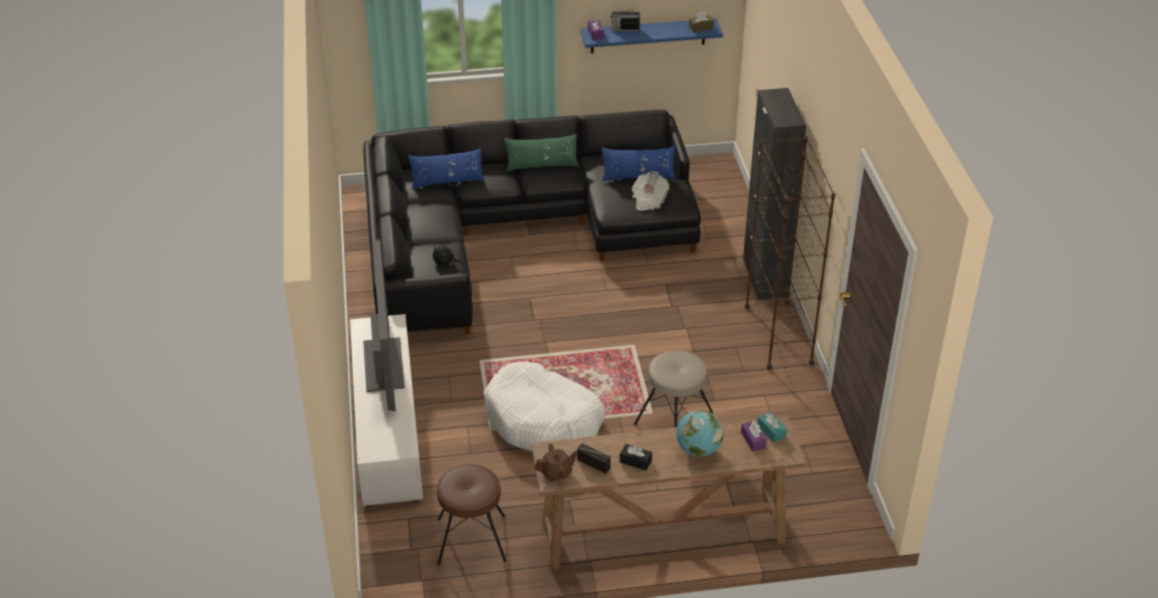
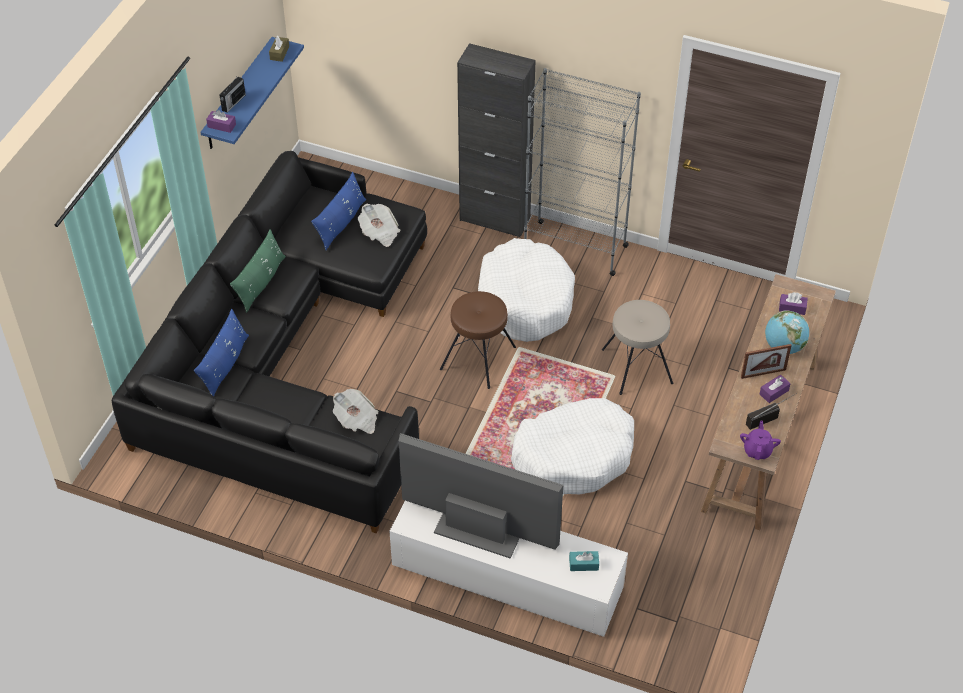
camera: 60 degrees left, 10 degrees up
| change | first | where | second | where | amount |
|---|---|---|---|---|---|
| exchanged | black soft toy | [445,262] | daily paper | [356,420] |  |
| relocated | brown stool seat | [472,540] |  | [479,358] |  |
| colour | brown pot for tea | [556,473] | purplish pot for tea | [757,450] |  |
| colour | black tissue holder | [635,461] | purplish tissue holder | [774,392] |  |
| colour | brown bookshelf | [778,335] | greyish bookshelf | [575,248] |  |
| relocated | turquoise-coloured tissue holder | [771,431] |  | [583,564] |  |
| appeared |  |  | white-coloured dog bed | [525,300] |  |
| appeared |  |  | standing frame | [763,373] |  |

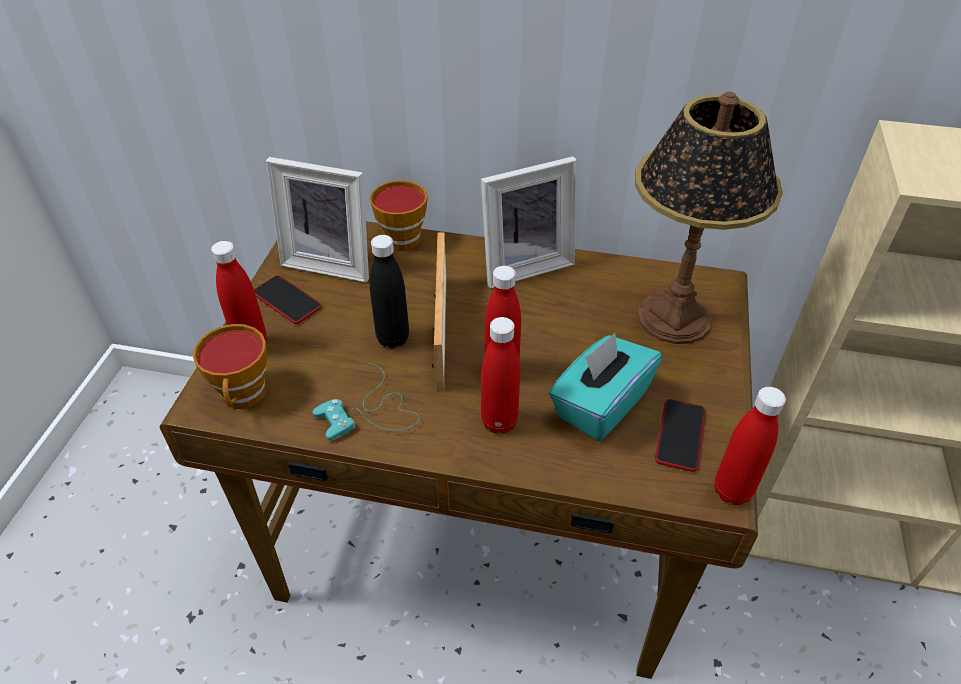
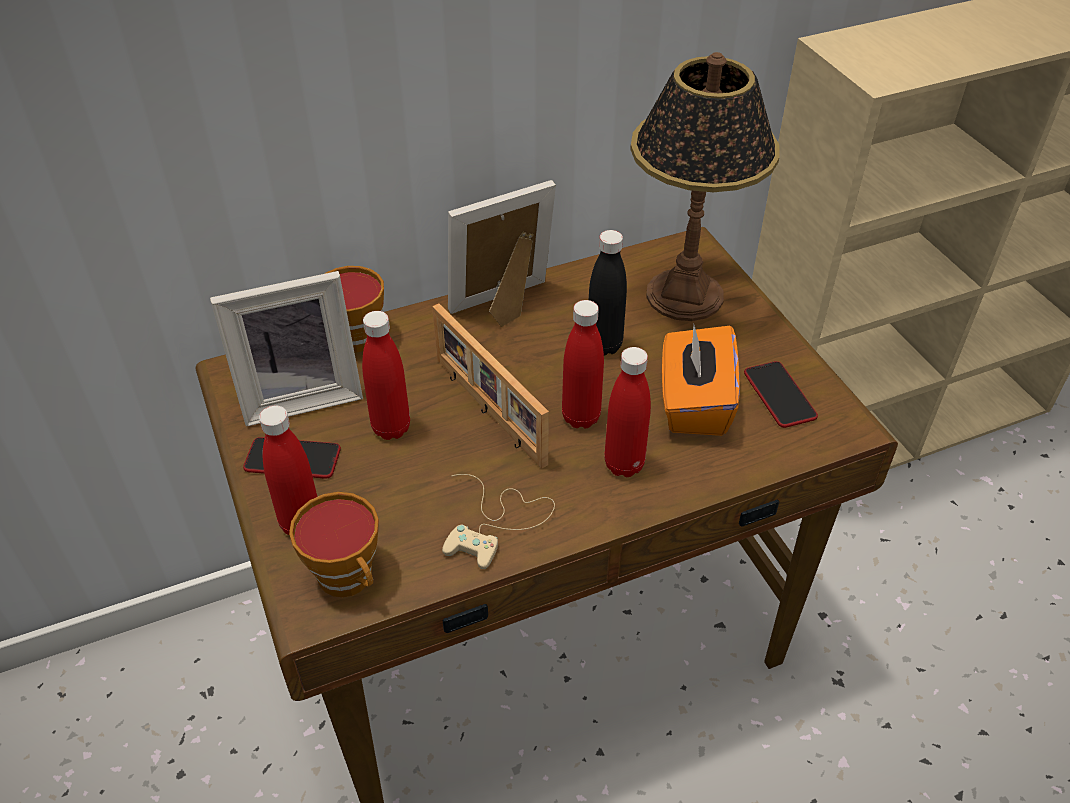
camera: 35 degrees left, 0 degrees up
| change | first | where | second | where | amount |
|---|---|---|---|---|---|
| colour | turquoise-coloured gamepad | [370,413] | beige gamepad | [497,522] |  |
| relocated | black beverage bottle | [393,338] |  | [604,345] |  |
| spun | standing frame | [524,264] |  | [506,307] | 150 degrees counterclockwise |
| colour | turquoise-coloured tissue holder | [600,405] | orangey tissue holder | [694,403] |  |
| relocated | red-coloured beverage bottle | [732,491] |  | [391,428] |  |

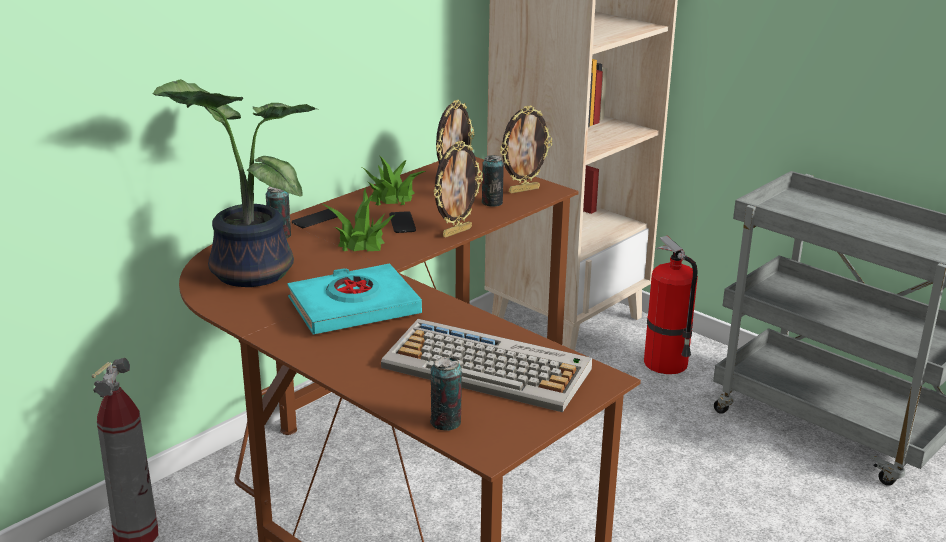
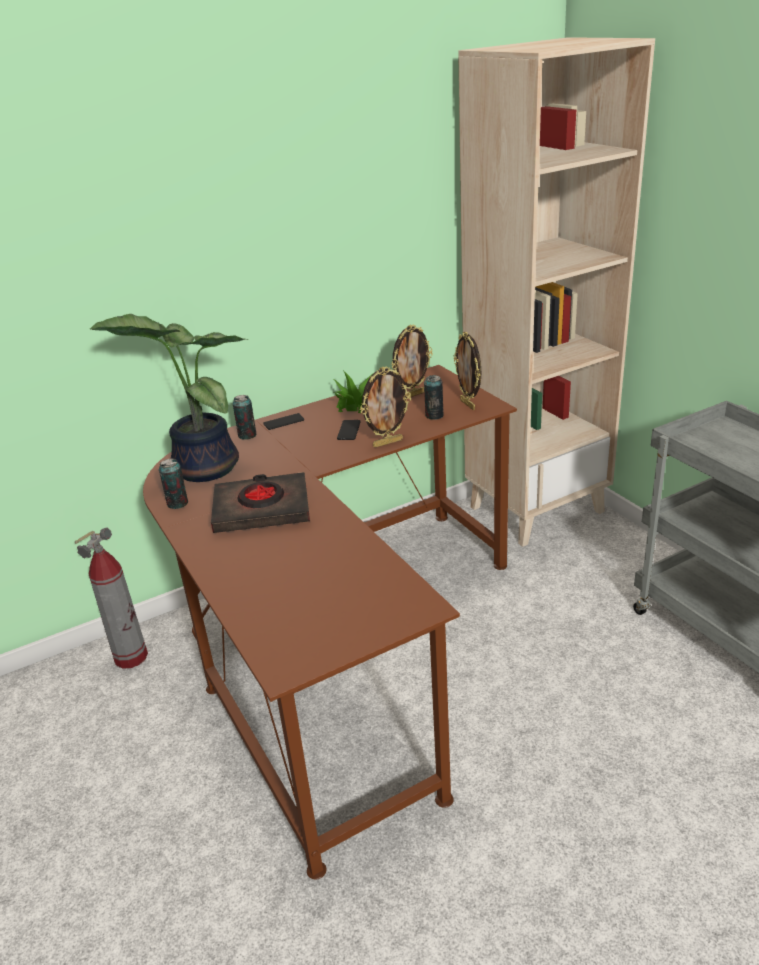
camera: 20 degrees right, 5 degrees up
| change | first | where | second | where | amount |
|---|---|---|---|---|---|
| colour | turquoise-coloured book | [354,307] | black book | [262,509] |  |
| missing | houseplant | [362,240] |  |  |  |
| missing | PC keyboard | [489,368] |  |  |  |
| relocated | sealed can | [446,422] |  | [177,503] |  |
| spun | standing frame | [523,190] |  | [468,404] | 75 degrees clockwise |
| missing | fire-fighting cylinder | [667,364] |  |  |  |

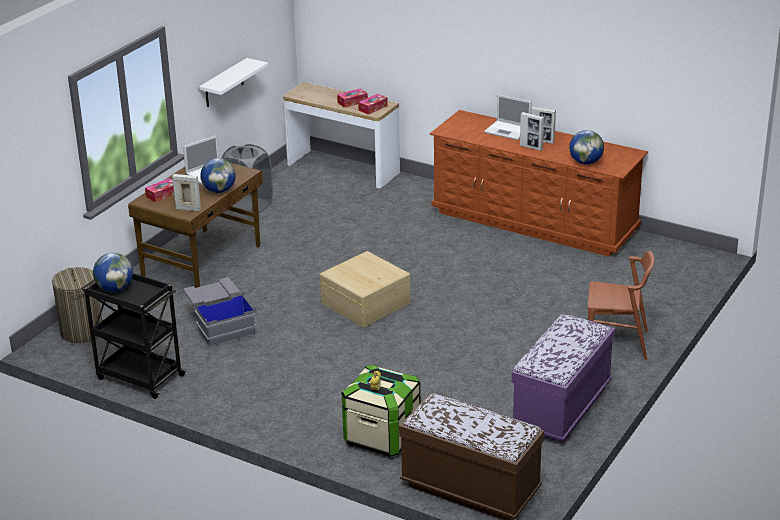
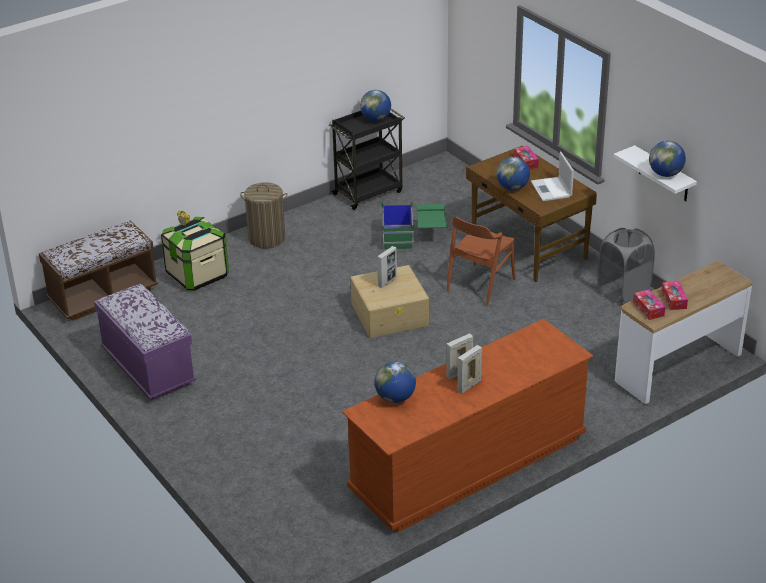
camera: 115 degrees right, 5 degrees up
| change | first | where | second | where | amount |
|---|---|---|---|---|---|
| relocated | hamper | [81,331] |  | [267,238] |  |
| relocated | standing frame | [188,209] |  | [387,282] |  |
| colour | greyish storage box | [220,324] | greenish storage box | [414,238] |  |
| missing | notebook computer | [508,130] |  |  |  |
| relocated | brown plain chair | [616,343] |  | [480,285] |  |
| appeared |  |  | world globe | [665,174] |  |

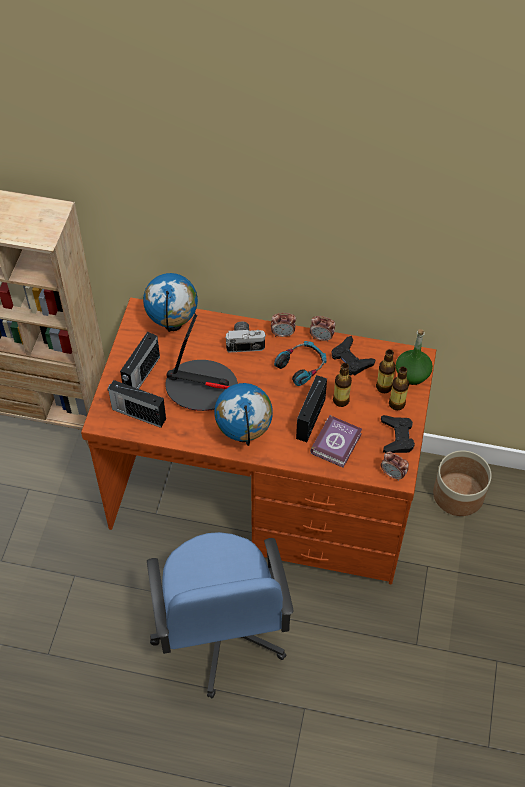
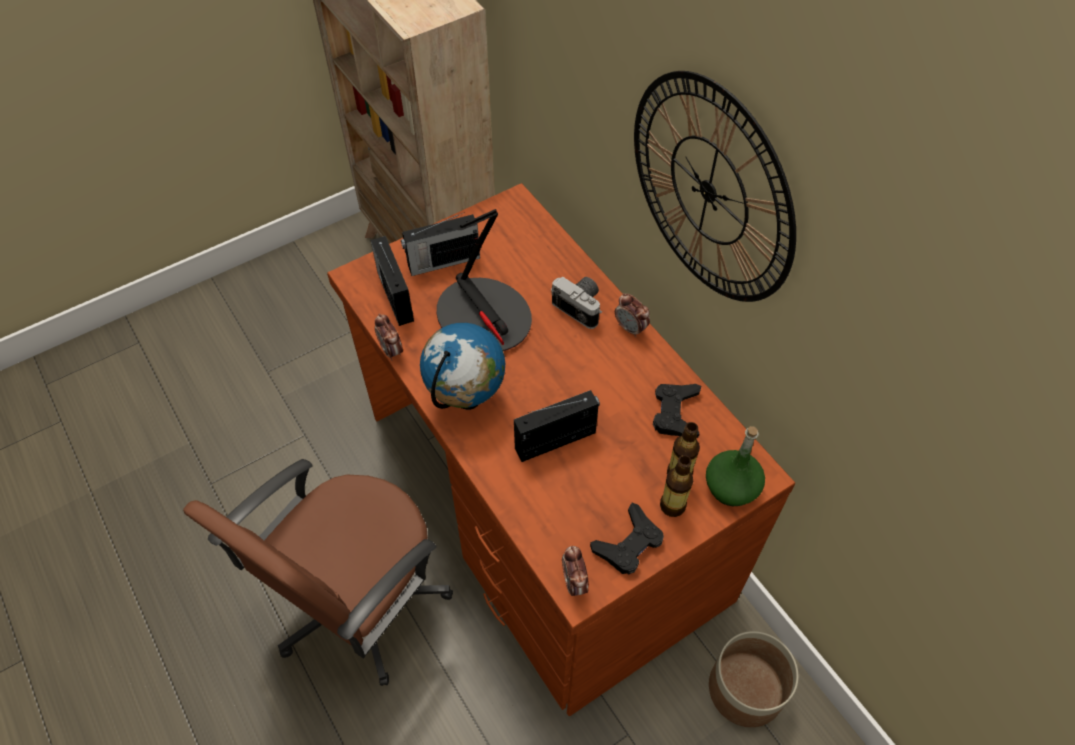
camera: 45 degrees right, 0 degrees up
| change | first | where | second | where | amount |
|---|---|---|---|---|---|
| missing | world globe | [173,325] |  |  |  |
| colour | blue-coloured computer chair | [220,633] | brown computer chair | [358,602] |  |
| missing | headset | [301,366] |  |  |  |
| relocated | alarm clock | [321,338] |  | [391,350] |  |
| missing | book | [337,443] |  |  |  |
| missing | beverage bottle | [341,400] |  |  |  |
| appeared |  |  | hanging clock | [709,190] |  |

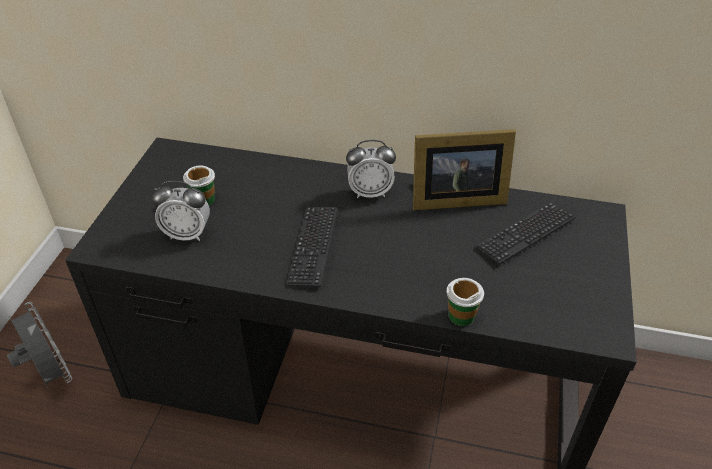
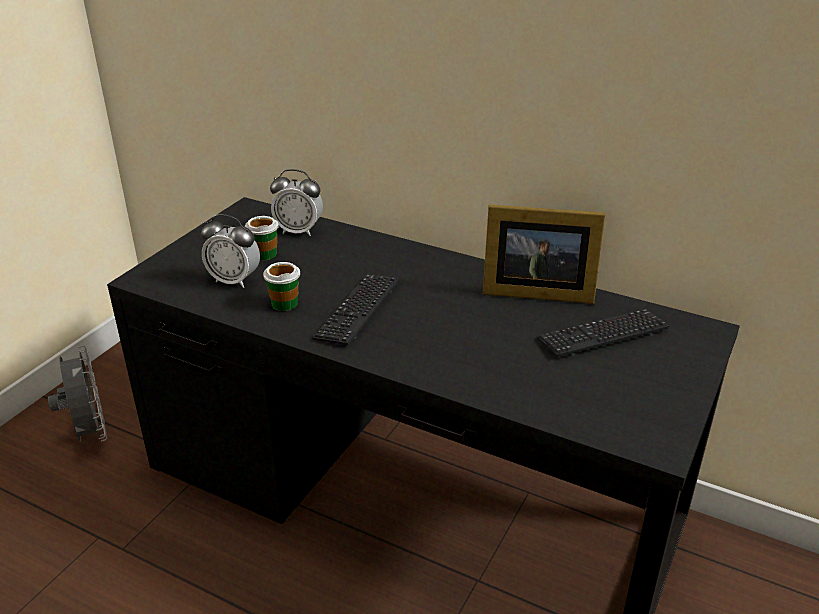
camera: 15 degrees right, 10 degrees down
| change | first | where | second | where | amount |
|---|---|---|---|---|---|
| relocated | alarm clock | [370,192] |  | [299,231] |  |
| relocated | cup | [461,315] |  | [284,303] |  |

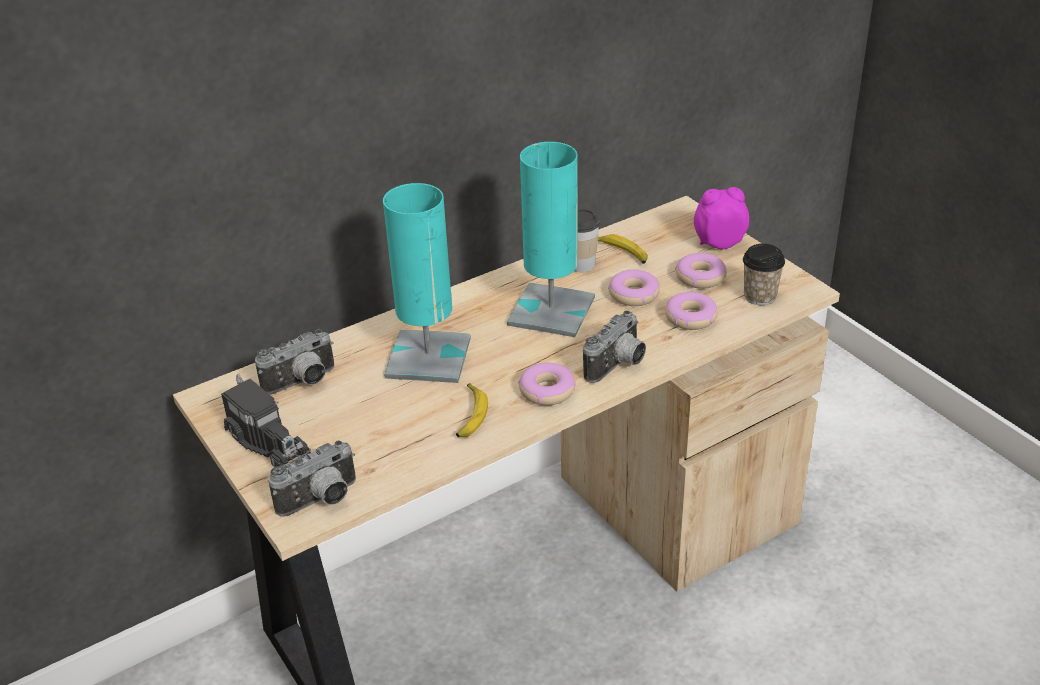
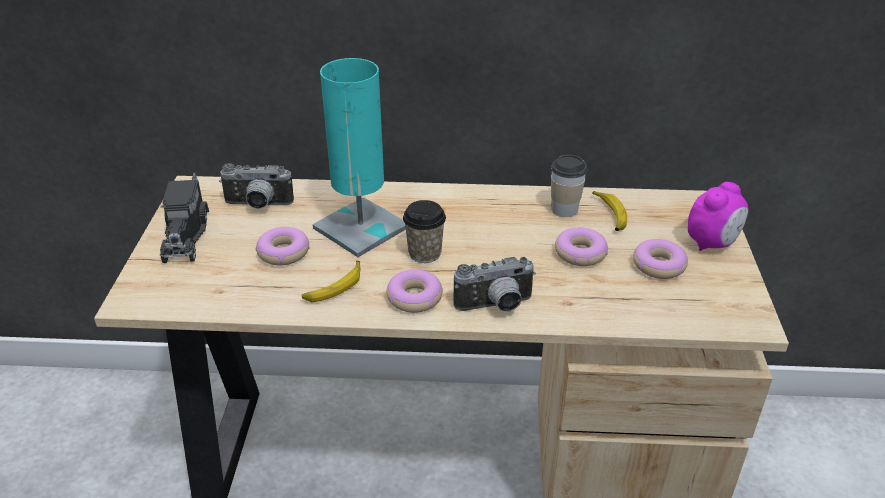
camera: 35 degrees right, 0 degrees up
| change | first | where | second | where | amount |
|---|---|---|---|---|---|
| missing | photo camera | [321,501] |  |  |  |
| missing | turquoise-coloured tabletop lamp | [551,311] |  |  |  |
| relocated | ring doughnut | [690,318] |  | [283,252] |  |
| spun | alarm clock | [719,242] |  | [712,243] | 105 degrees clockwise |
| relocated | cup | [759,296] |  | [424,253] |  |

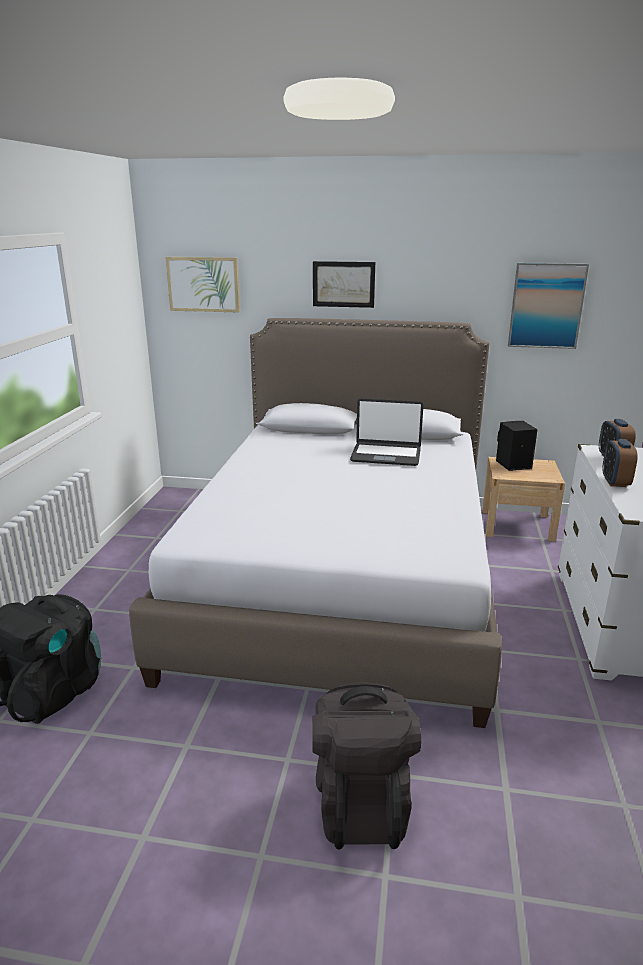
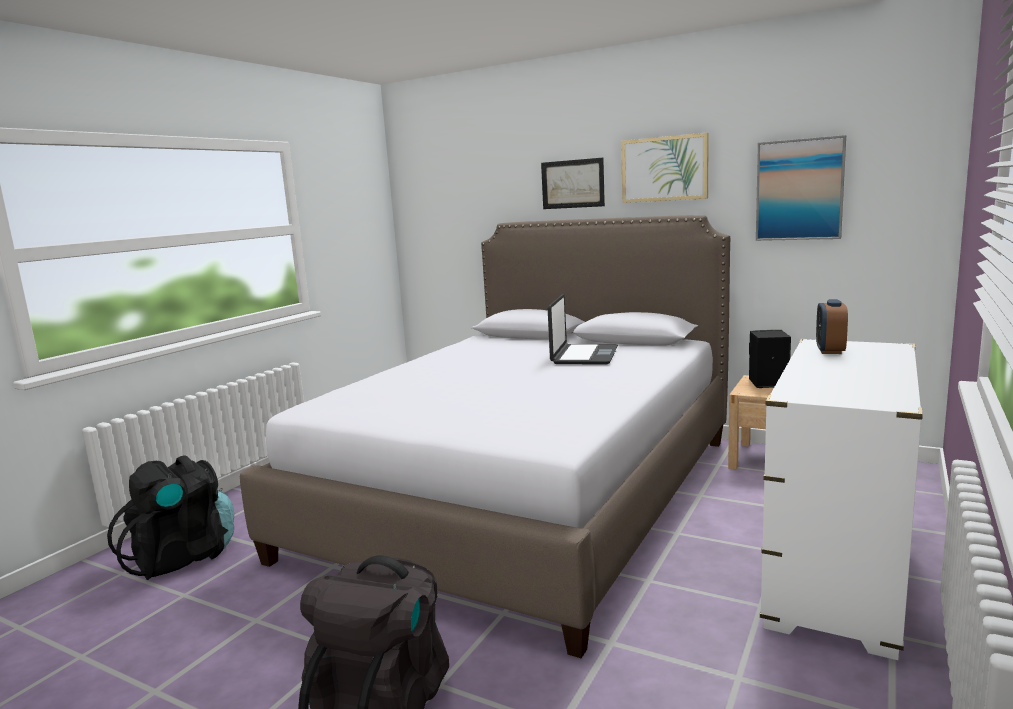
camera: 20 degrees right, 10 degrees down
| change | first | where | second | where | amount |
|---|---|---|---|---|---|
| relocated | wall picture | [203,284] |  | [664,169] |  |
| spun | notebook computer | [386,455] |  | [584,356] | 105 degrees counterclockwise |
| missing | alarm clock | [615,482] |  |  |  |

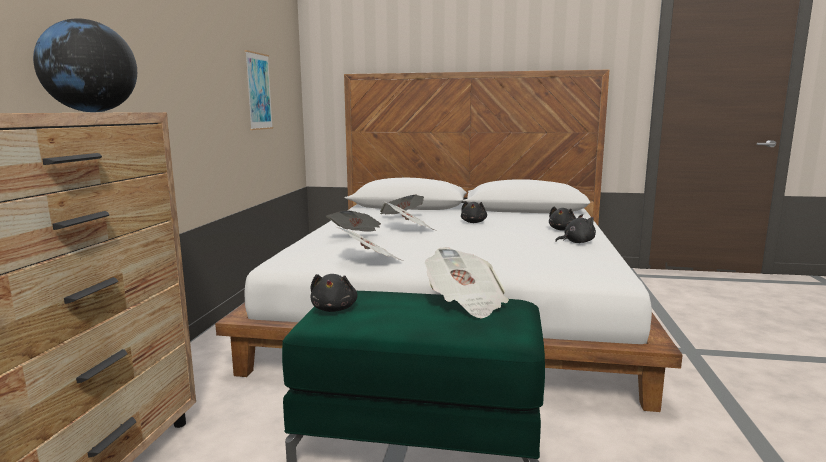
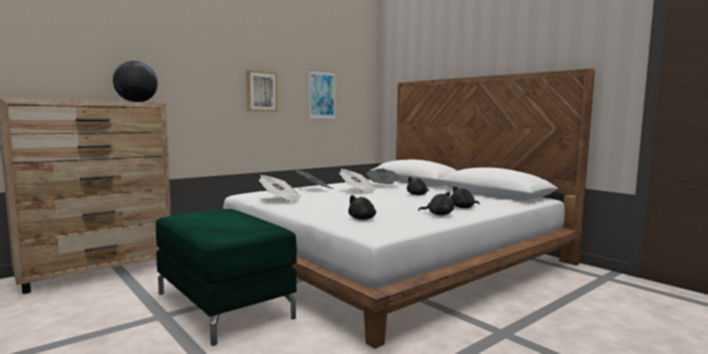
camera: 40 degrees right, 5 degrees down
| change | first | where | second | where | amount |
|---|---|---|---|---|---|
| relocated | black soft toy | [334,309] |  | [363,219] |  |
| missing | daily paper | [466,303] |  |  |  |
| appeared |  |  | wall picture | [261,91] |  |

